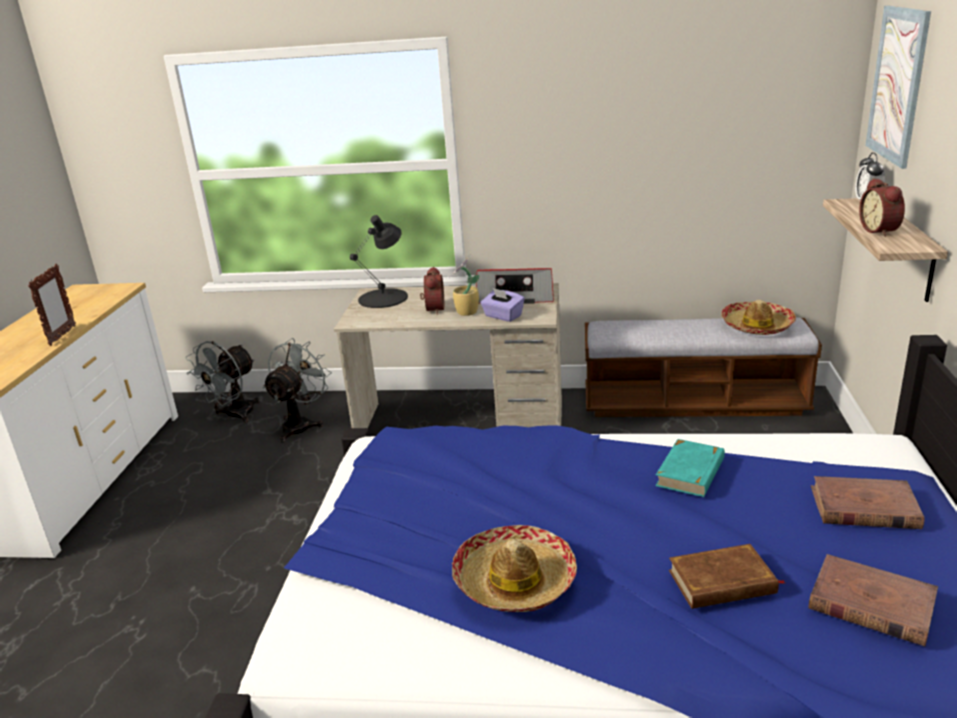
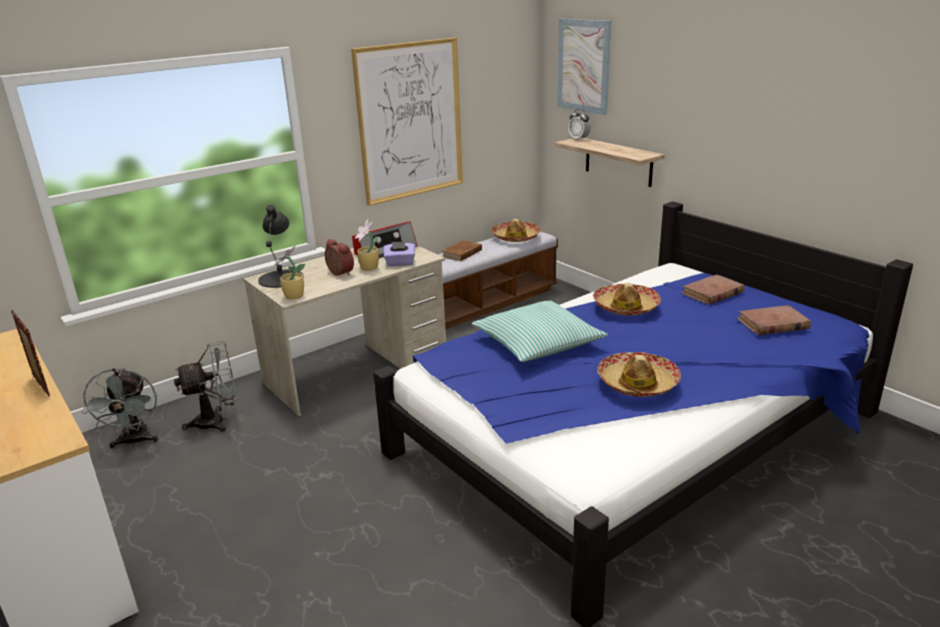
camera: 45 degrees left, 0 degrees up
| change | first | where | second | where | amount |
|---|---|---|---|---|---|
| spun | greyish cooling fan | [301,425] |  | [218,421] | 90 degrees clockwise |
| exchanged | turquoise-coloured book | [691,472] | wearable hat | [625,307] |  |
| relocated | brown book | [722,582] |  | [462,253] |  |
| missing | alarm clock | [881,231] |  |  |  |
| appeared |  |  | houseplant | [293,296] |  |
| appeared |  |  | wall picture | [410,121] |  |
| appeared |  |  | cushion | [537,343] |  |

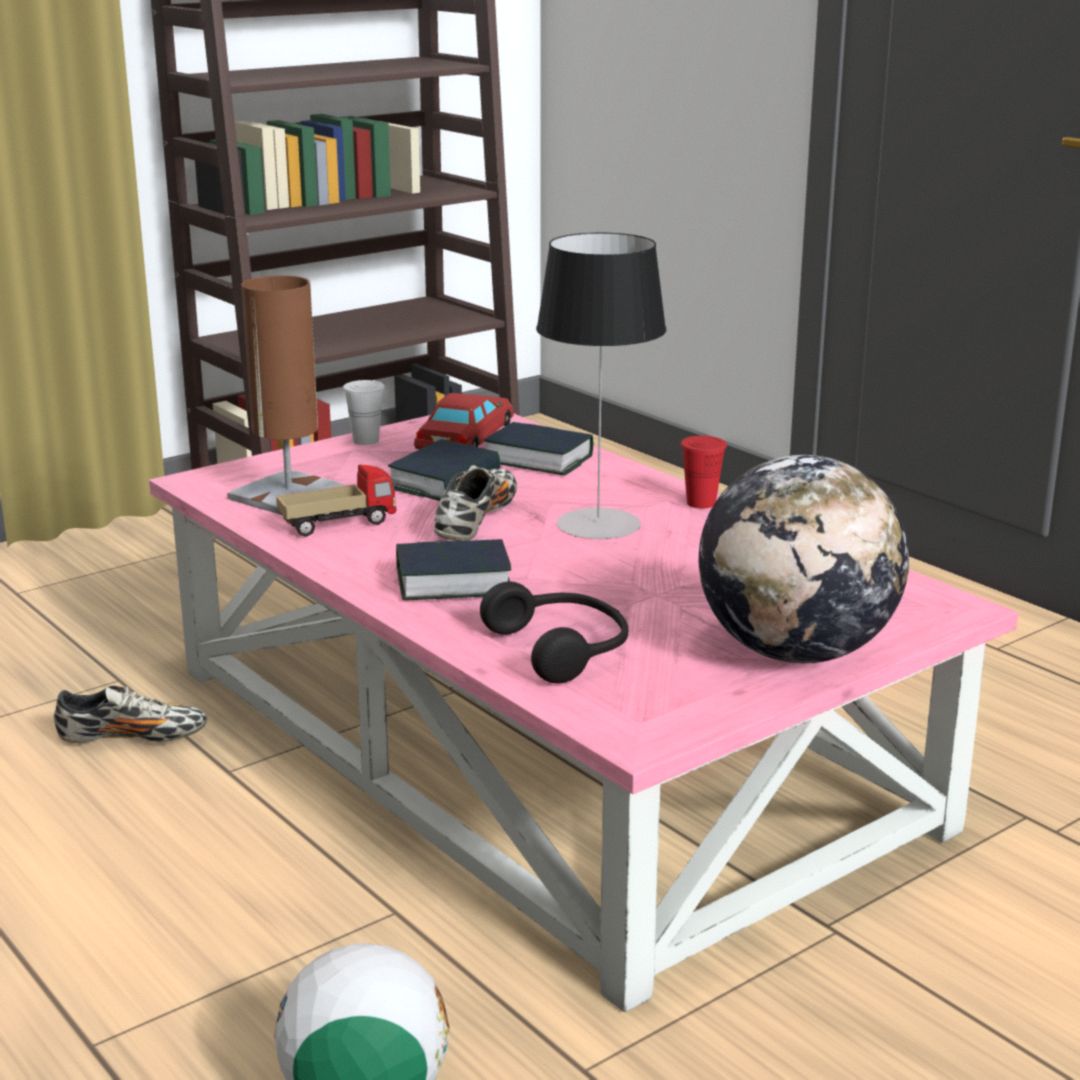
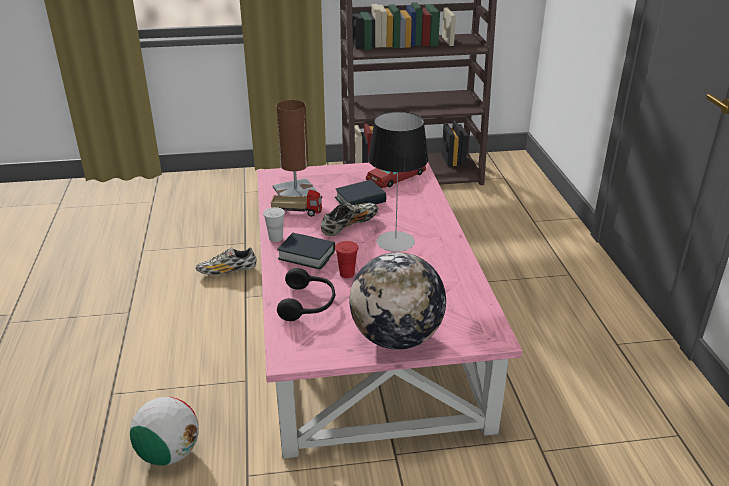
camera: 30 degrees right, 10 degrees up
| change | first | where | second | where | amount |
|---|---|---|---|---|---|
| spun | item of footwear | [133,739] |  | [227,271] | 135 degrees clockwise |
| relocated | white-coloured cup | [366,441] |  | [276,238] |  |
| missing | book | [538,459] |  |  |  |
| relocated | red-coloured cup | [701,503] |  | [347,274] |  |

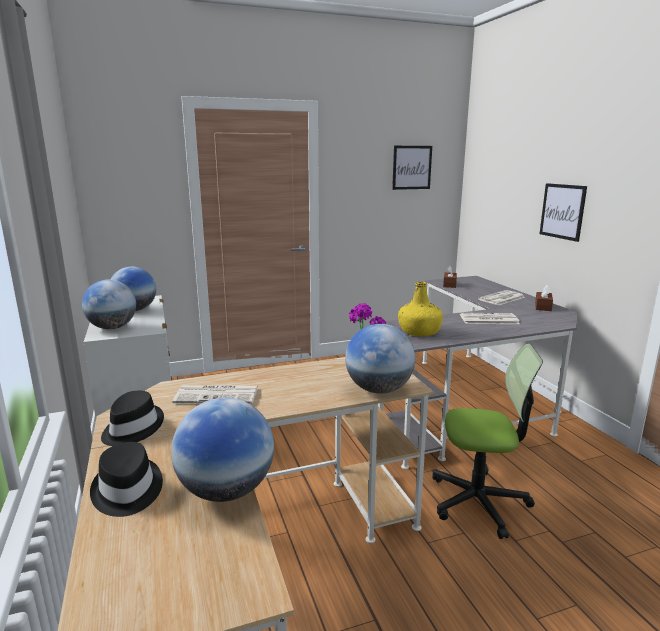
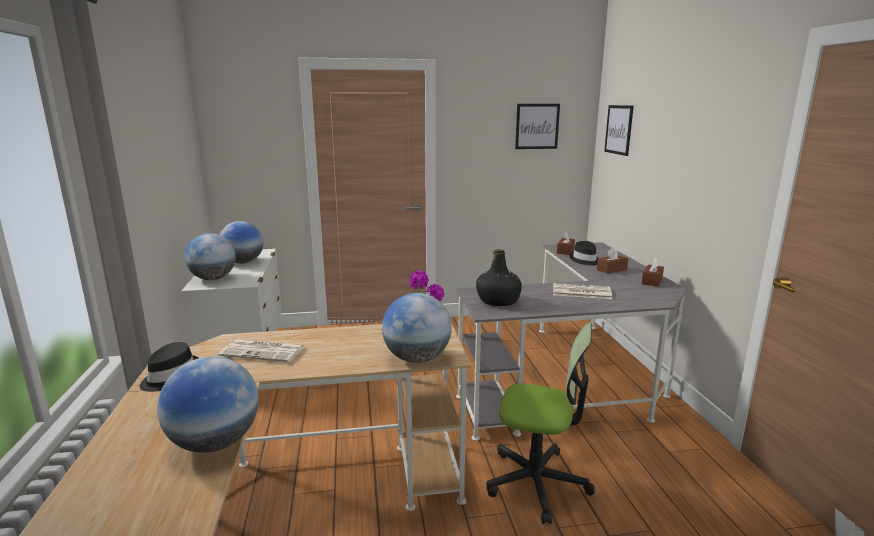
camera: 10 degrees right, 0 degrees up
| change | first | where | second | where | amount |
|---|---|---|---|---|---|
| relocated | black wearable hat | [126,490] |  | [585,260] |  |
| colour | yellow beverage bottle | [419,332] | black beverage bottle | [498,301] |  |
| exchanged | daily paper | [501,298] | brown tissue holder | [611,269] |  |
| relocated | wall picture | [562,211] |  | [618,129] |  |

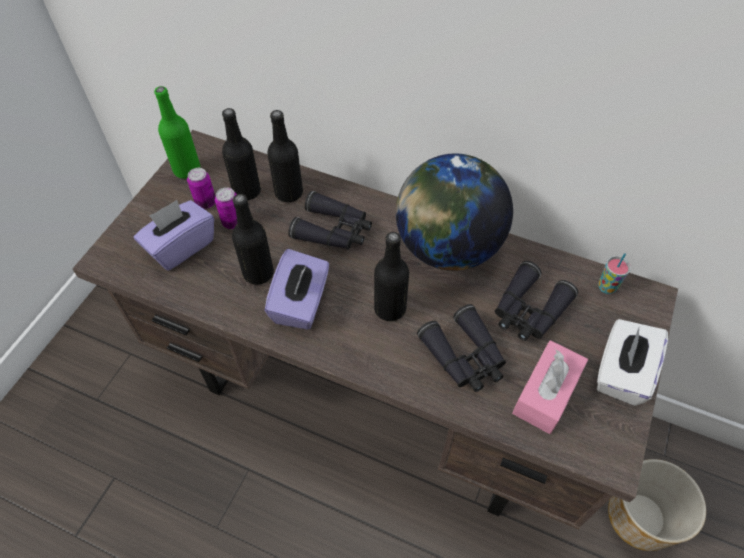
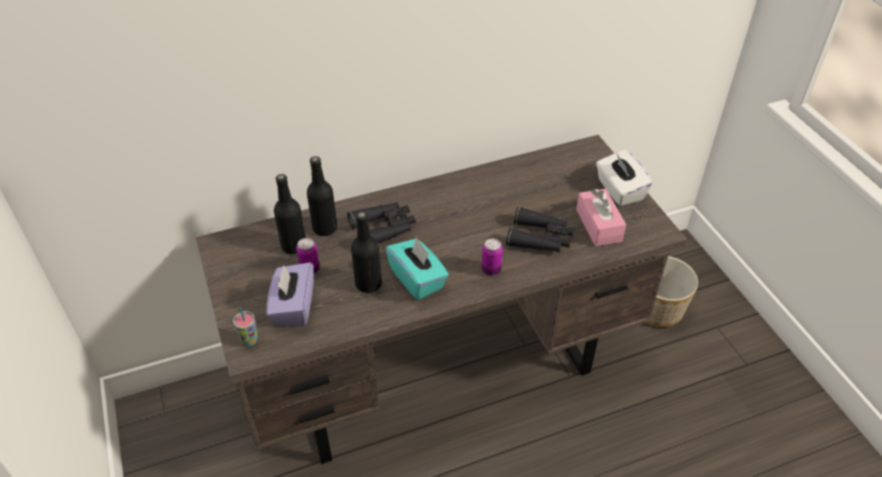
camera: 45 degrees left, 10 degrees down
| change | first | where | second | where | amount |
|---|---|---|---|---|---|
| missing | greenish beverage bottle | [187,170] |  |  |  |
| relocated | sealed can | [206,202] |  | [491,270] |  |
| colour | purplish tissue holder | [301,303] | turquoise-coloured tissue holder | [417,280] |  |
| missing | black beverage bottle | [390,308] |  |  |  |
| missing | world globe | [447,247] |  |  |  |
| missing | black field glasses | [528,311] |  |  |  |
| relocated | cup | [606,287] |  | [249,340] |  |

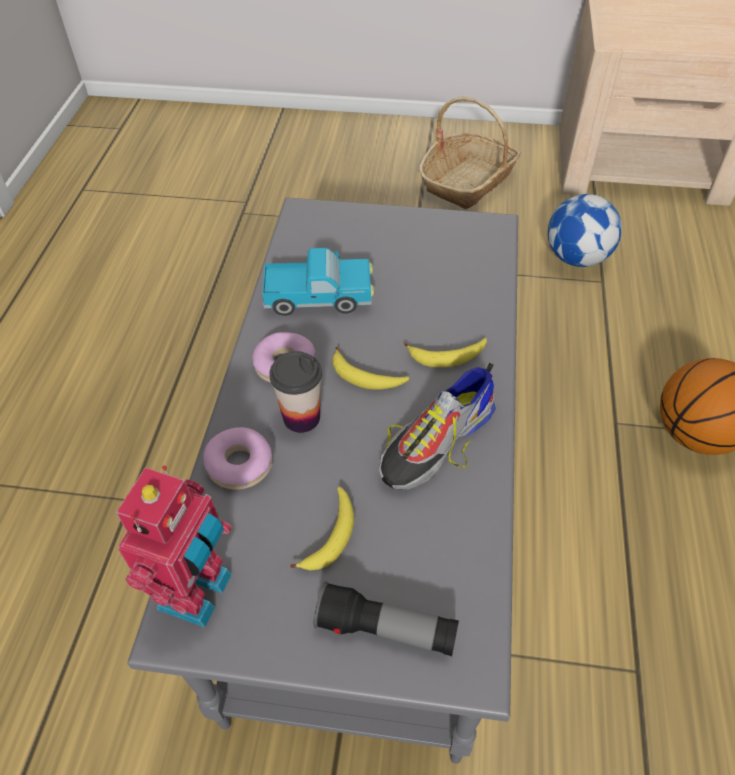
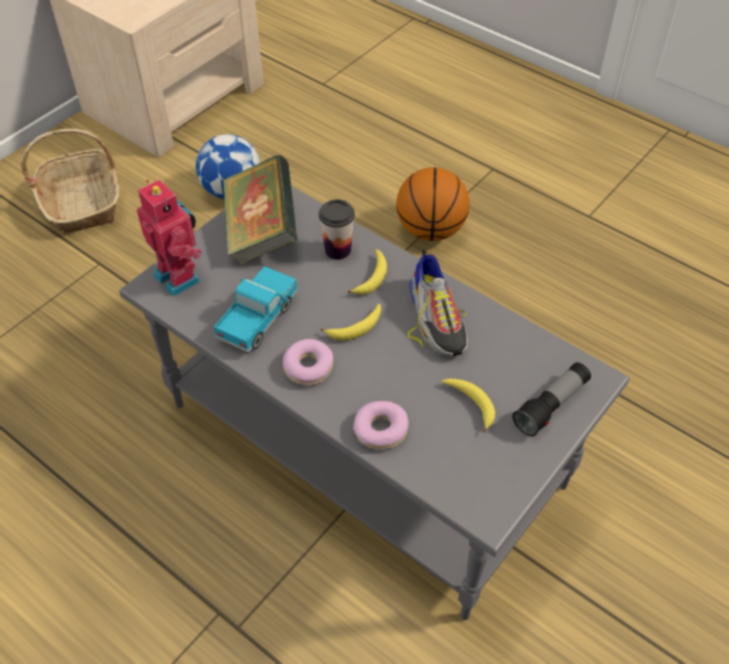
camera: 60 degrees left, 0 degrees up
| change | first | where | second | where | amount |
|---|---|---|---|---|---|
| relocated | robot figure | [200,593] |  | [180,276] |  |
| relocated | cup | [301,418] |  | [338,250] |  |
| appeared |  |  | book | [261,232] |  |

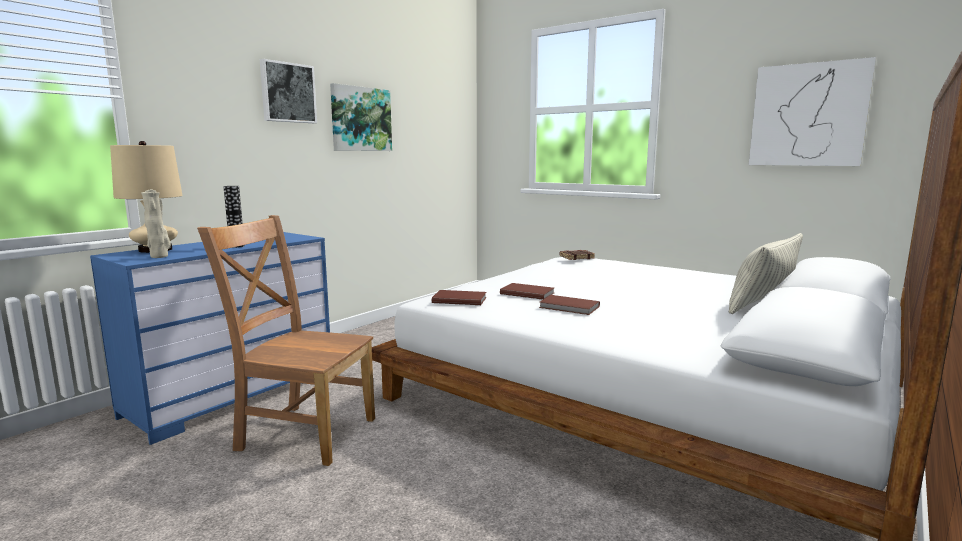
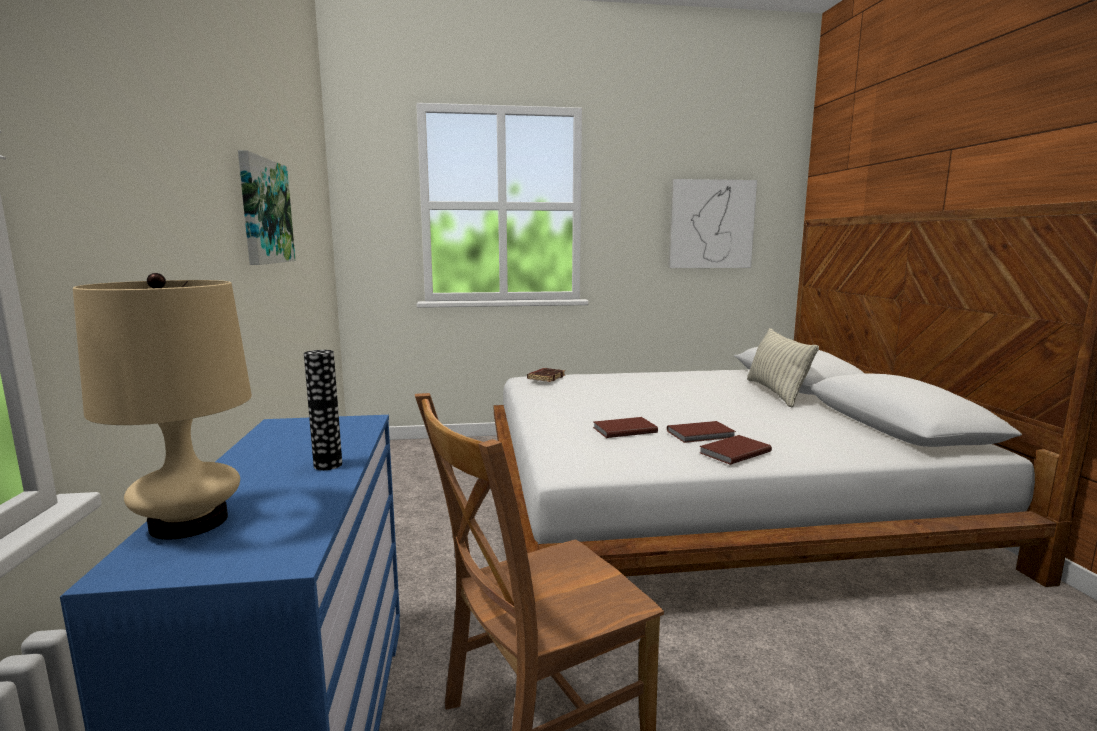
camera: 45 degrees left, 0 degrees up
| change | first | where | second | where | amount |
|---|---|---|---|---|---|
| missing | beige vase | [160,256] |  |  |  |
| missing | wall picture | [287,93] |  |  |  |
| relocated | brown book | [459,299] |  | [733,452] |  |

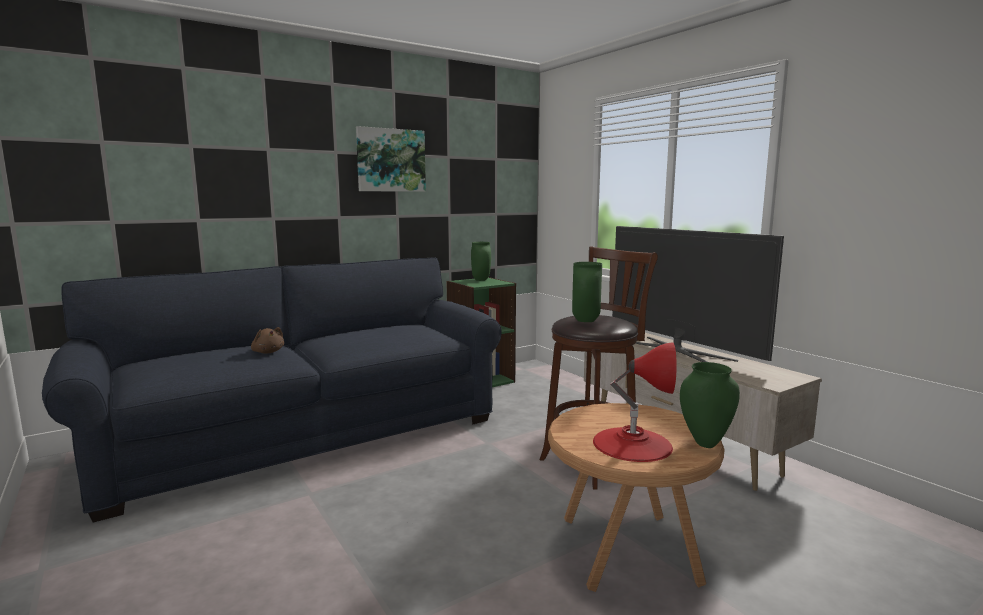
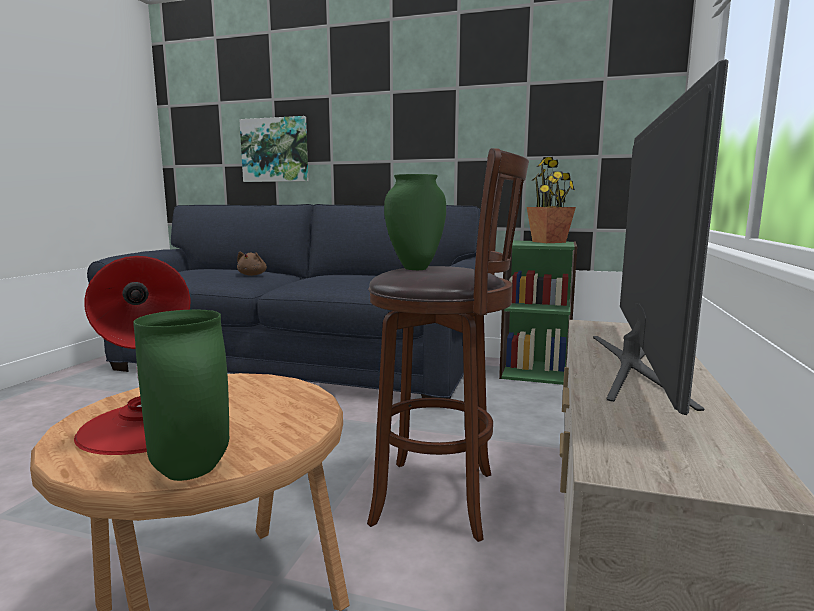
camera: 50 degrees right, 0 degrees up
| change | first | where | second | where | amount |
|---|---|---|---|---|---|
| relocated | wall picture | [391,160] |  | [275,150] |  |
| exchanged | greenish vase | [480,280] | houseplant | [549,242] |  |

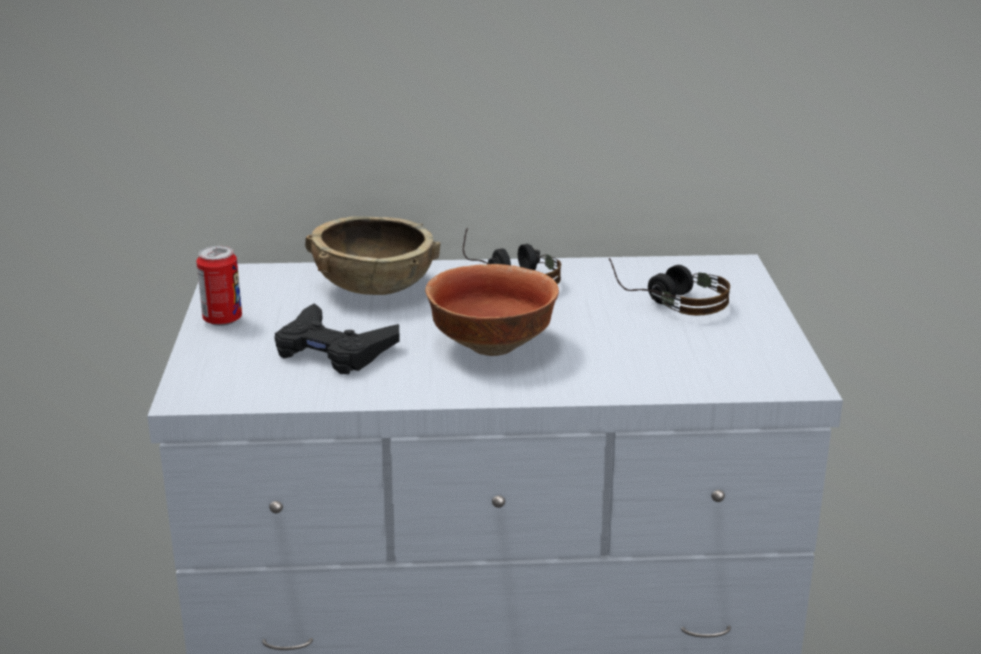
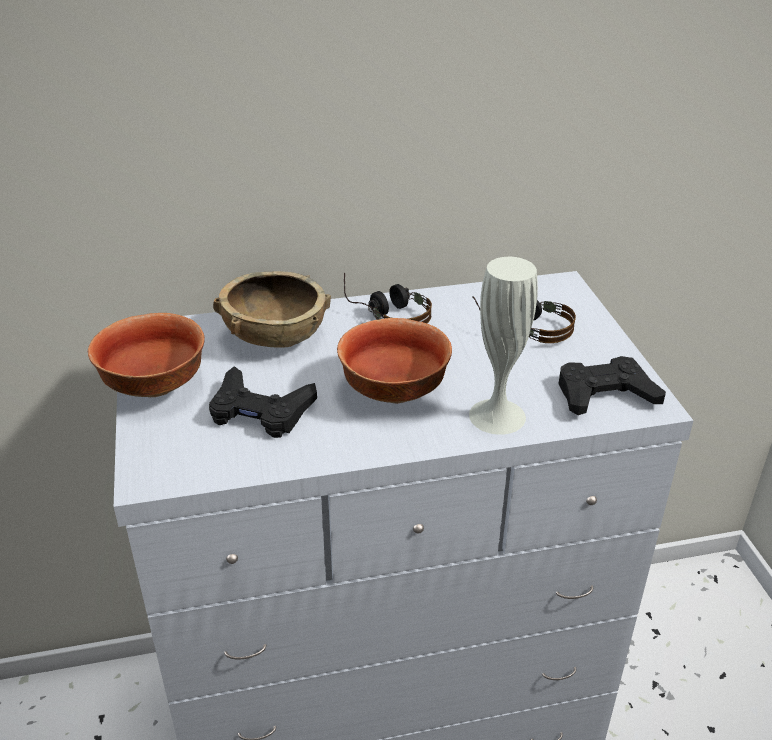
camera: 10 degrees left, 10 degrees up
| change | first | where | second | where | amount |
|---|---|---|---|---|---|
| exchanged | sealed can | [222,320] | deep dish | [152,386] |  |
| appeared |  |  | white-coloured vase | [497,416] |  |
| appeared |  |  | black gamepad | [605,394] |  |

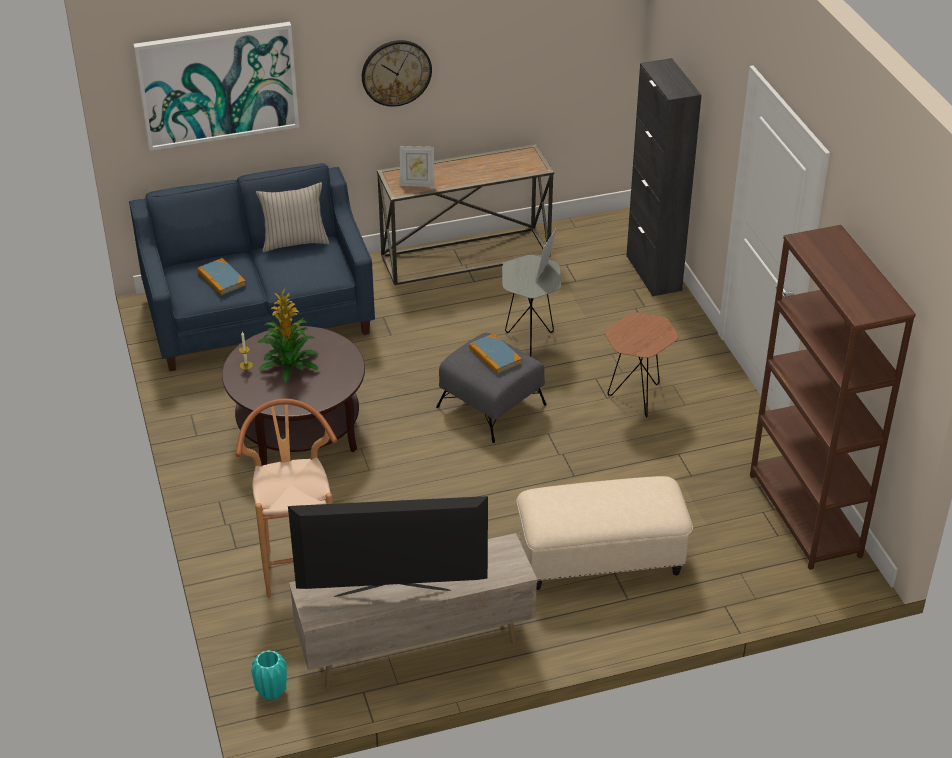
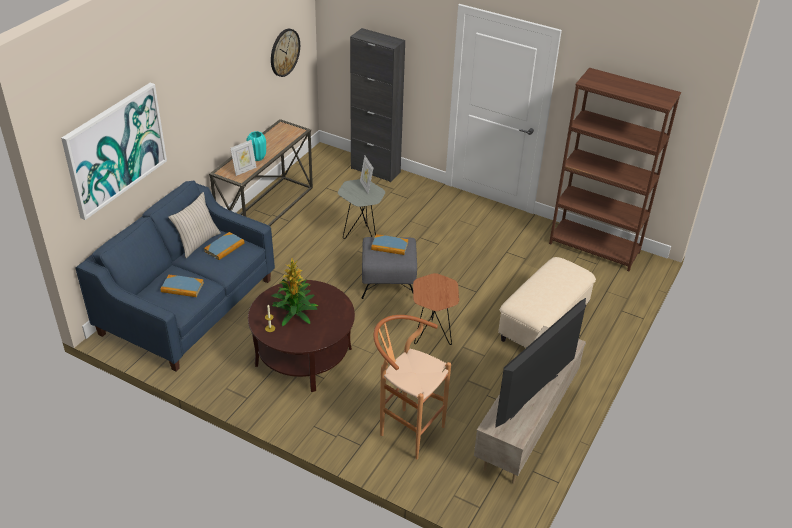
camera: 45 degrees left, 0 degrees up
| change | first | where | second | where | amount |
|---|---|---|---|---|---|
| relocated | turquoise-coloured vase | [271,692] |  | [257,158] |  |
| relocated | hanging clock | [396,72] |  | [284,52] |  |
| relocated | brown side table | [636,400] |  | [432,337] |  |
| appeared |  |  | book | [224,247] |  |

